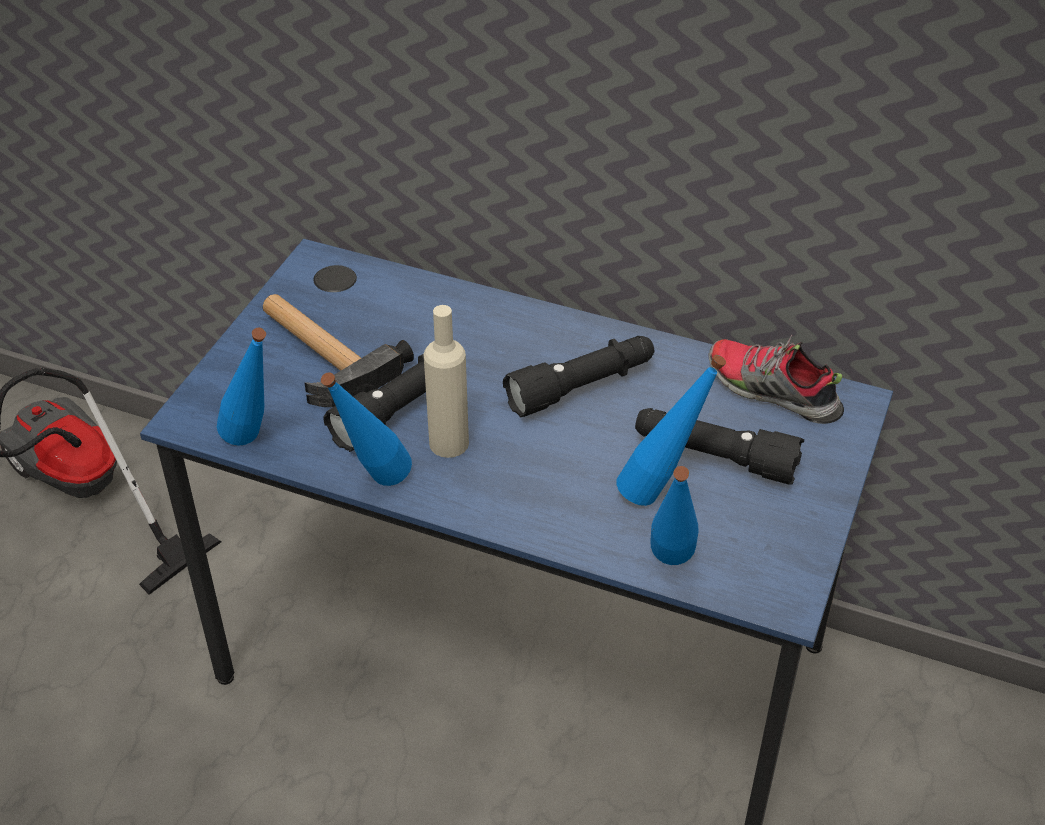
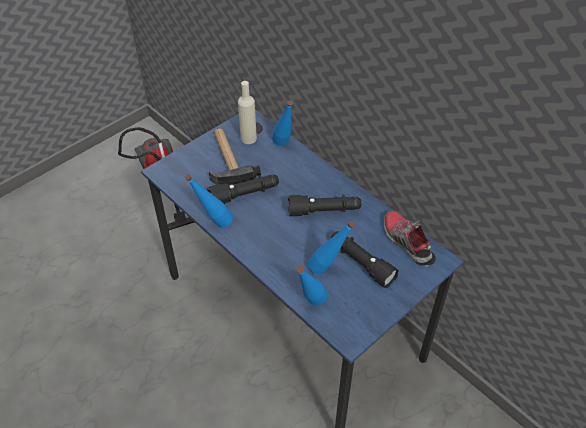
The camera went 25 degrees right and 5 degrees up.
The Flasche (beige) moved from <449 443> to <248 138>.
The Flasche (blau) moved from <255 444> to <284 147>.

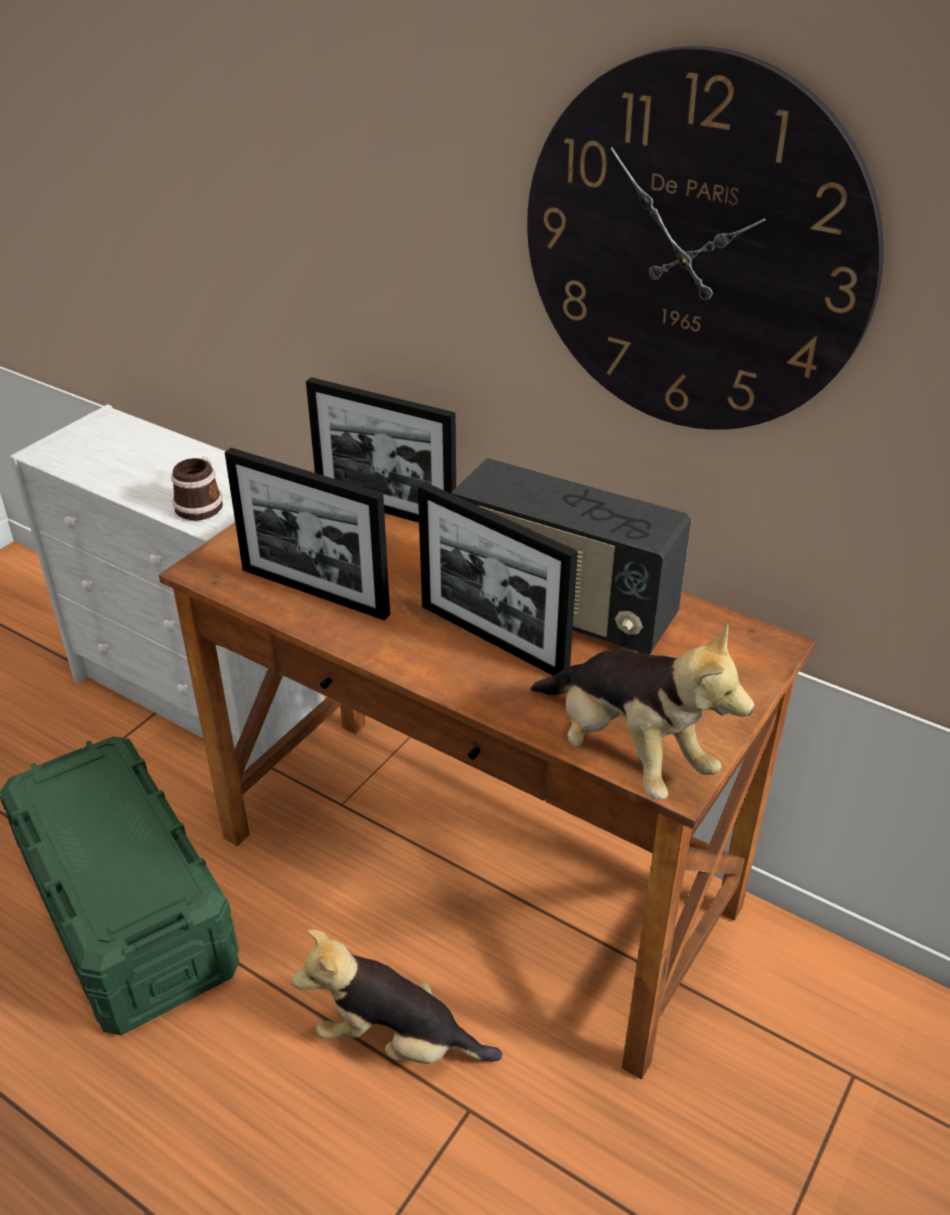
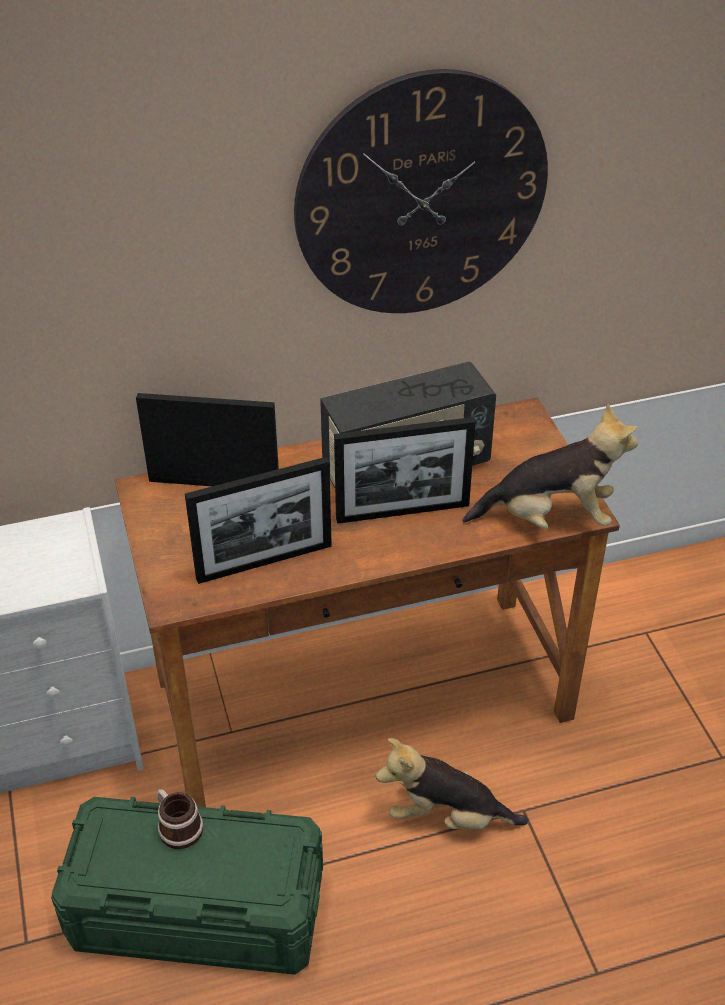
The camera went 50 degrees left and 5 degrees up.
The Bilderrahmen at <385 510> turned 150 degrees counterclockwise.
The Henkelbecher moved from <201 504> to <177 826>.
The Plüschtier at <396 1041> turned 45 degrees clockwise.

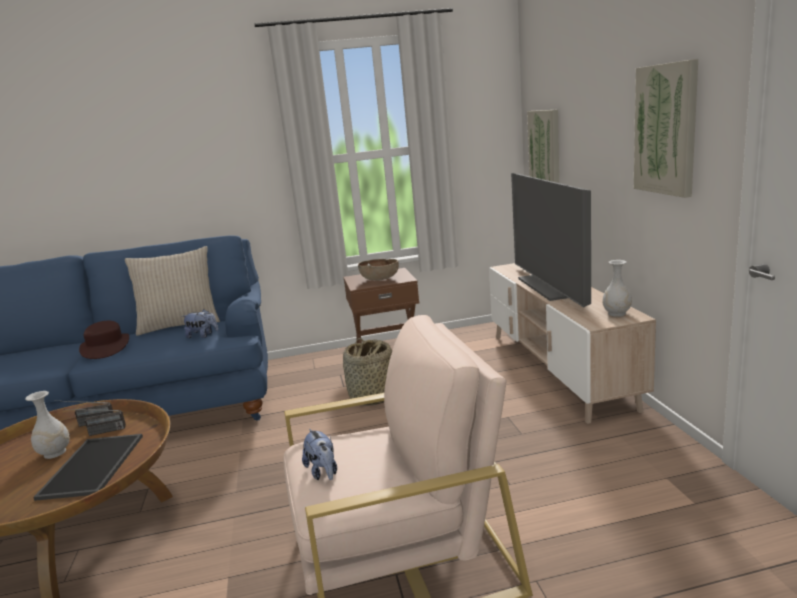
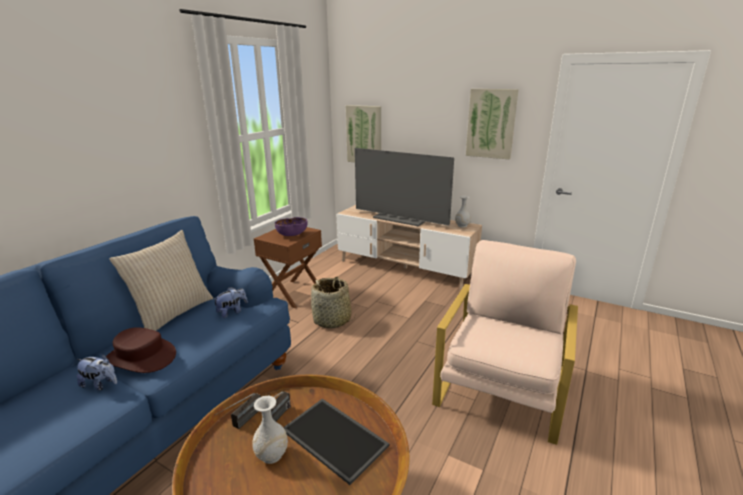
The camera went 50 degrees left and 5 degrees up.
The Plüschtier moved from <323 472> to <101 384>.
The Schüssel (braun) at <379 280> became the Schüssel (lila) at <292 235>.

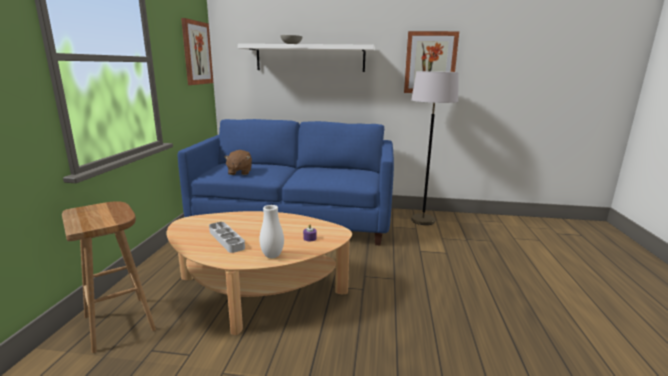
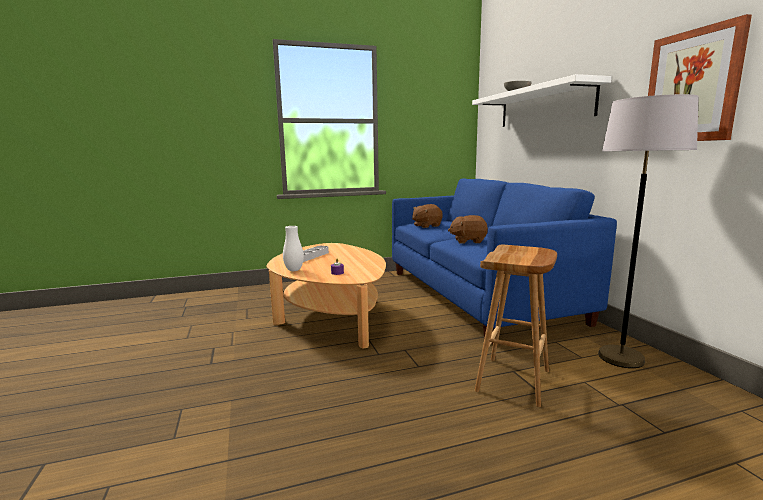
The camera went 65 degrees right and 5 degrees down.
The Plüschtier (braun) at <468 241> appeared.
The Hocker (braun) moved from <120 323> to <514 381>.
The Bild at <197 53> disappeared.

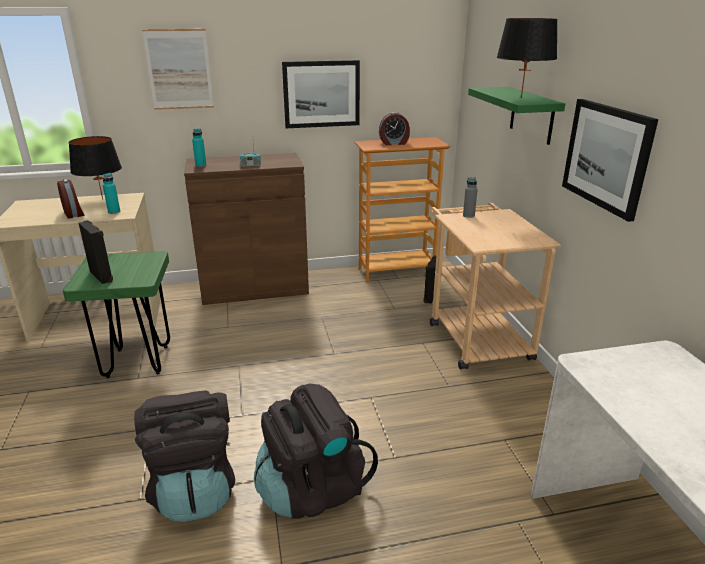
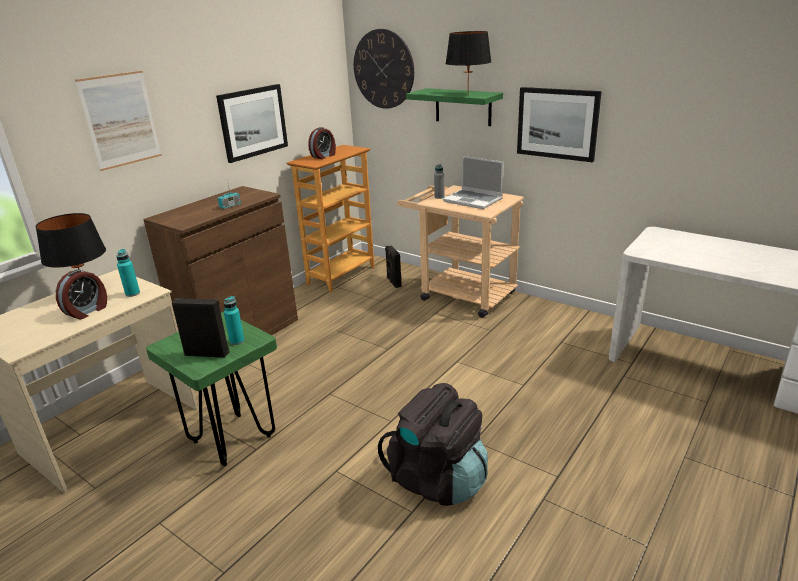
The camera went 40 degrees left and 0 degrees up.
The Wecker at <74 213> turned 105 degrees clockwise.
The Flasche (türkis) moved from <200 165> to <237 341>.
The Wanduhr at <383 69> appeared.
The Laptop at <473 200> appeared.
The Rucksack (schwarz) at <312 489> disappeared.

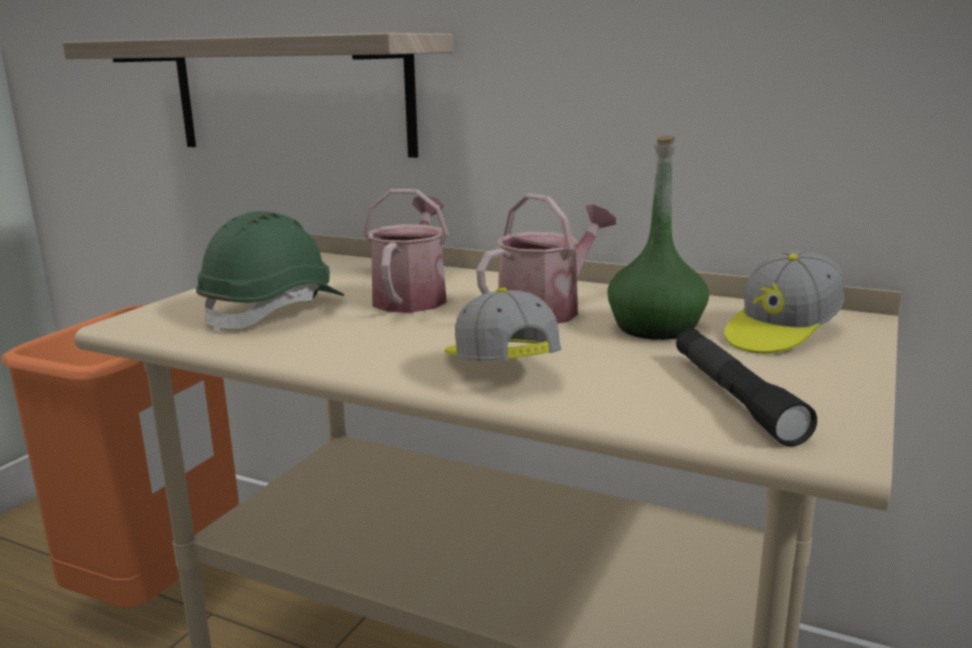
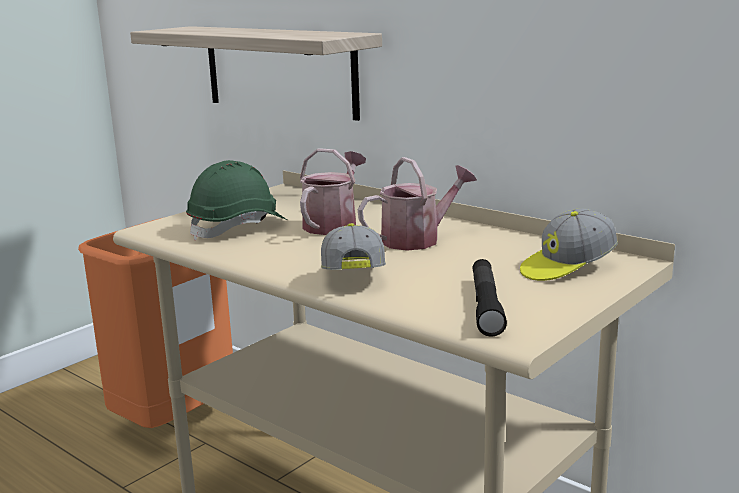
The camera went 15 degrees right and 0 degrees up.
The Flasche (grün) at <655 328> disappeared.

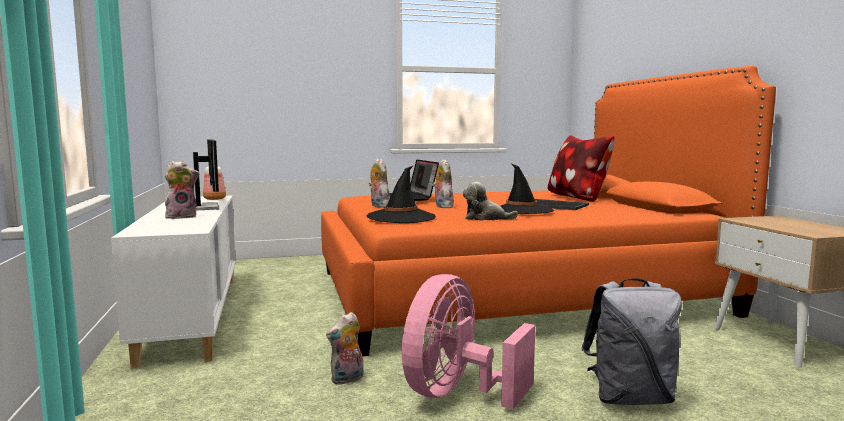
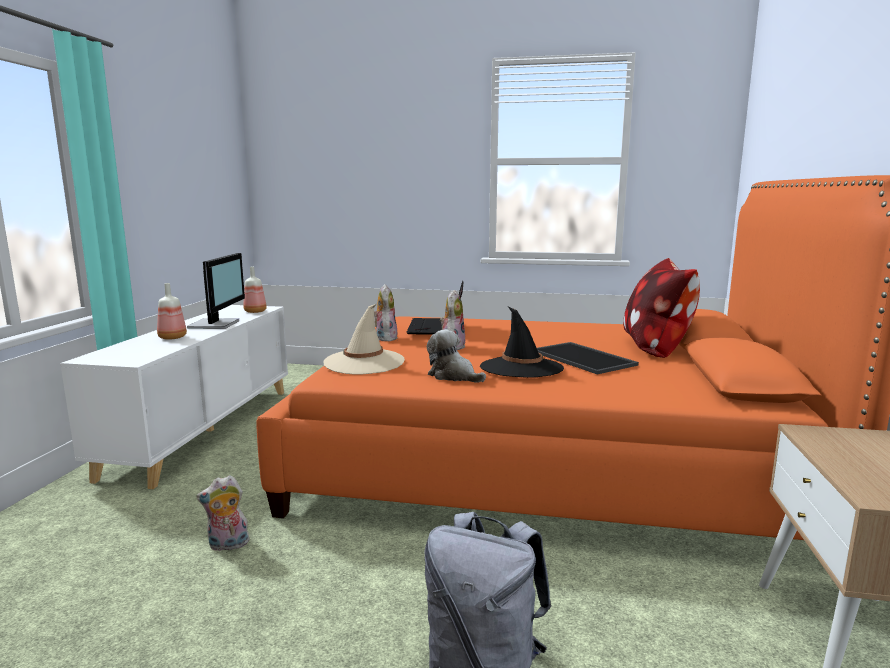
The camera went 25 degrees right and 5 degrees up.
The Plüschtier at <182 216> was replaced by the Flasche at <171 338>.
The Hut (schwarz) at <401 217> became the Hut (beige) at <364 362>.
The Ventilator (rosa) at <457 394> disappeared.

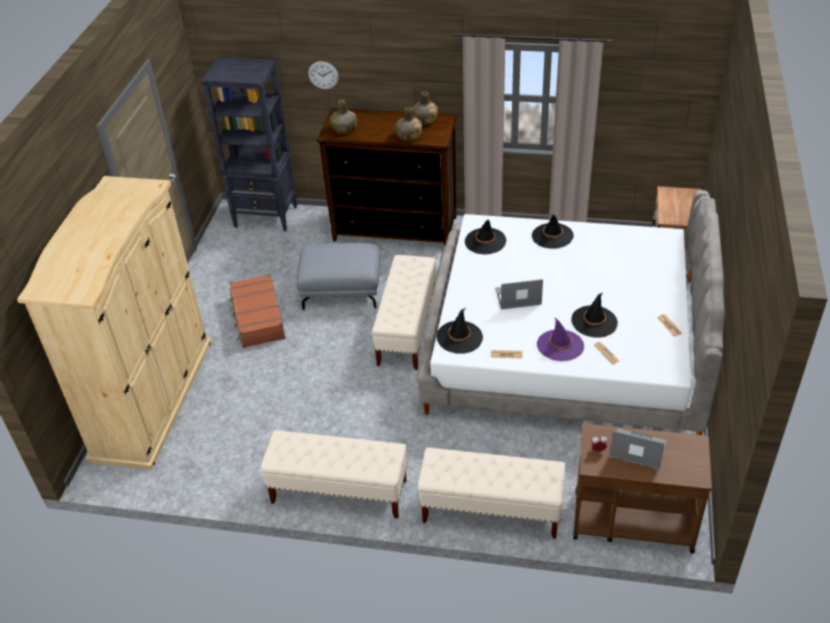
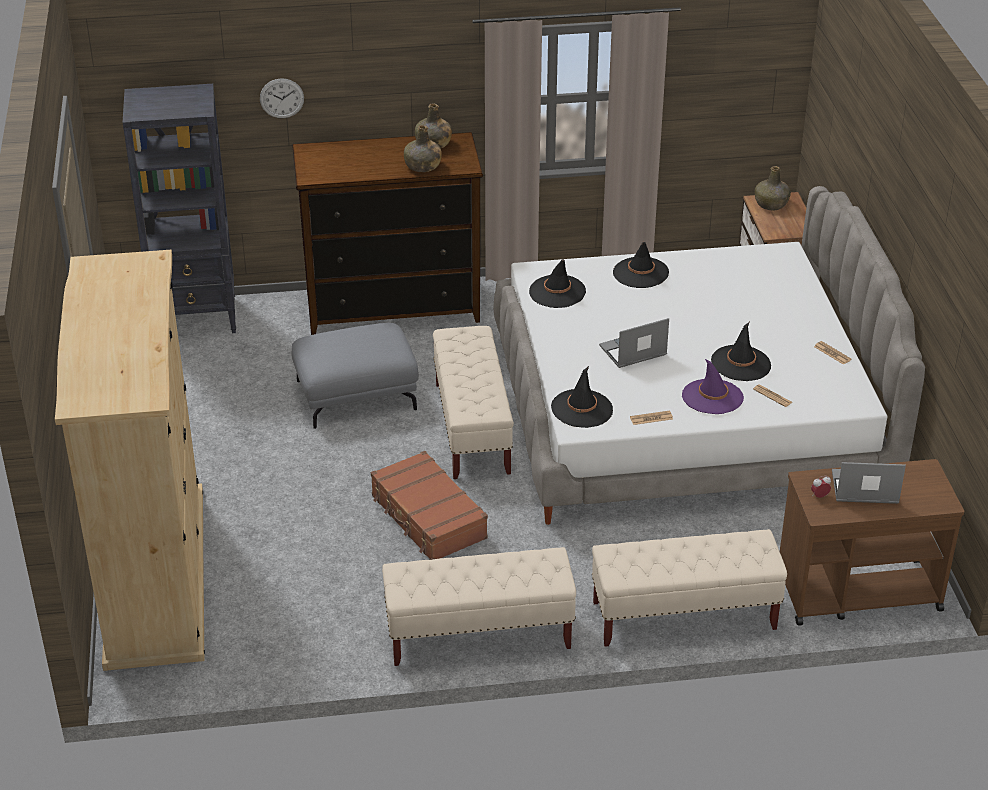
The camera went 20 degrees left and 5 degrees down.
The Koffer (braun) moved from <257 318> to <428 518>.
The Flasche (grün) moved from <344 129> to <771 204>.

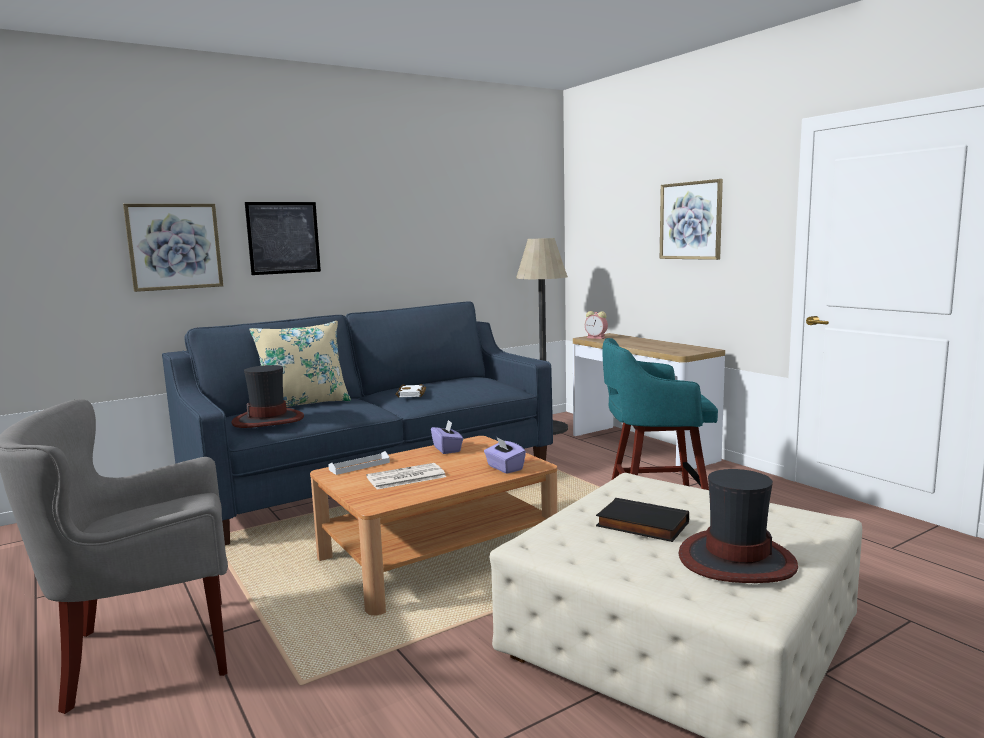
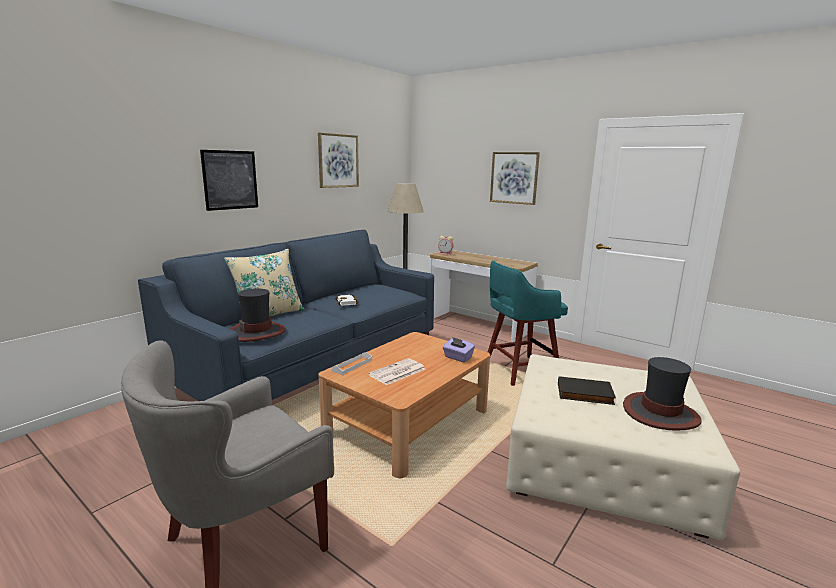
The camera went 20 degrees left and 5 degrees up.
The Bild moved from <174 246> to <338 161>.
The Taschentuchbox (lila) at <447 449> disappeared.

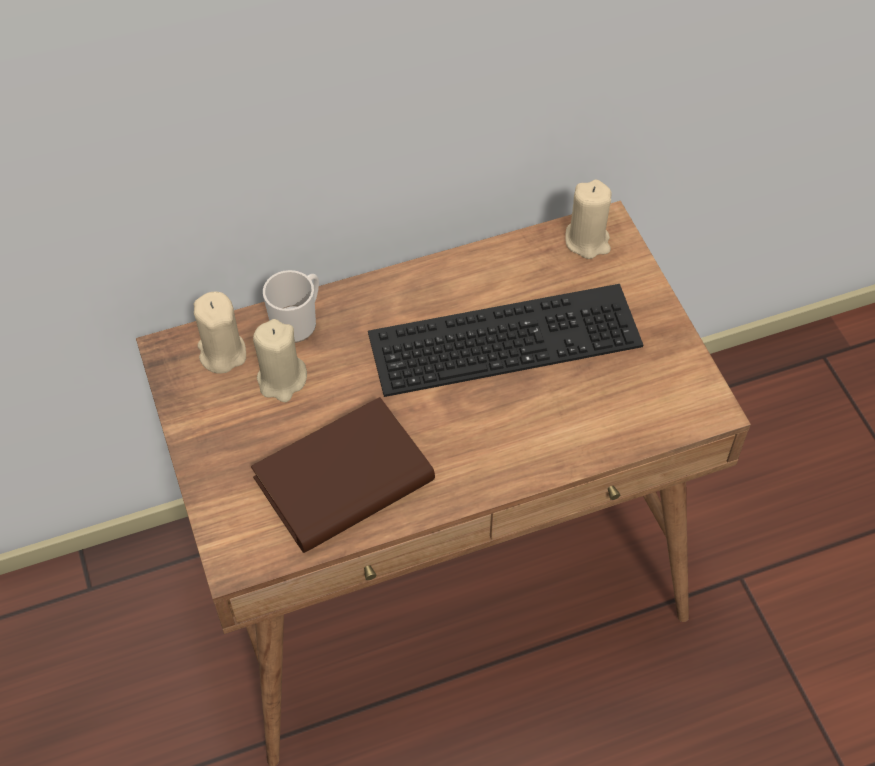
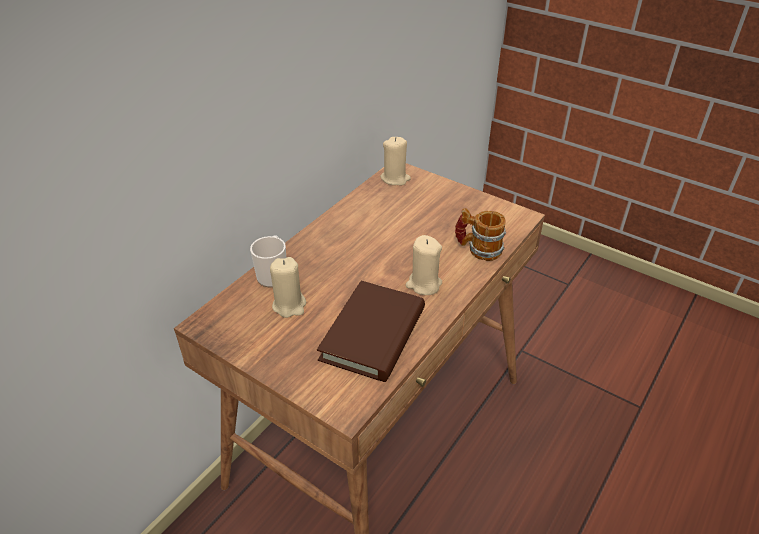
The camera went 35 degrees left and 15 degrees down.
The Kerze (beige) moved from <222 353> to <423 284>.
The Henkelbecher at <478 249> appeared.
The Tastatur at <506 335> disappeared.

